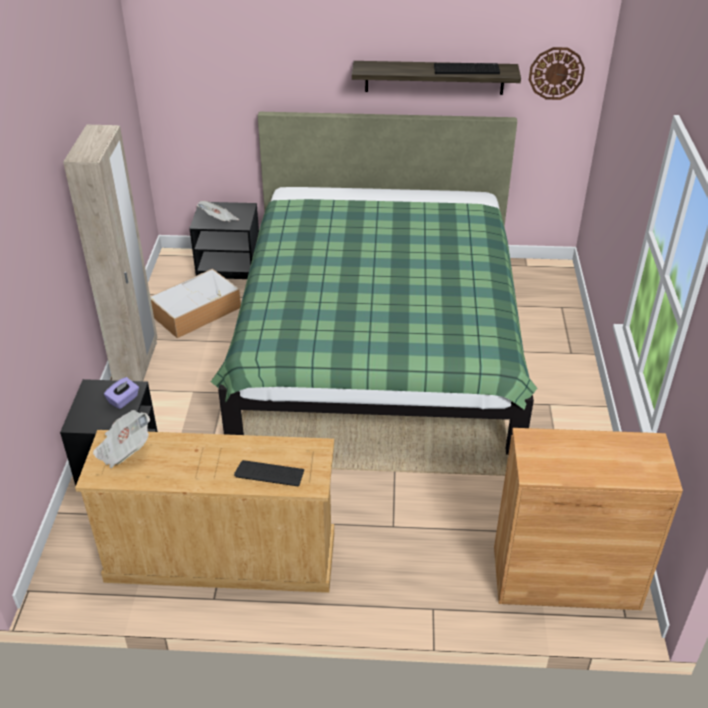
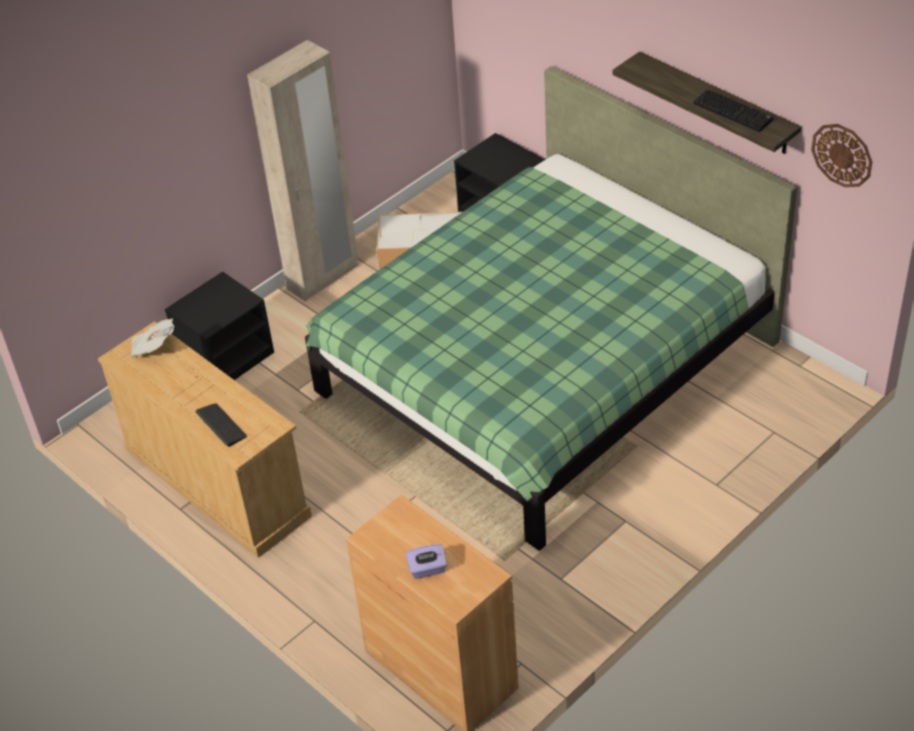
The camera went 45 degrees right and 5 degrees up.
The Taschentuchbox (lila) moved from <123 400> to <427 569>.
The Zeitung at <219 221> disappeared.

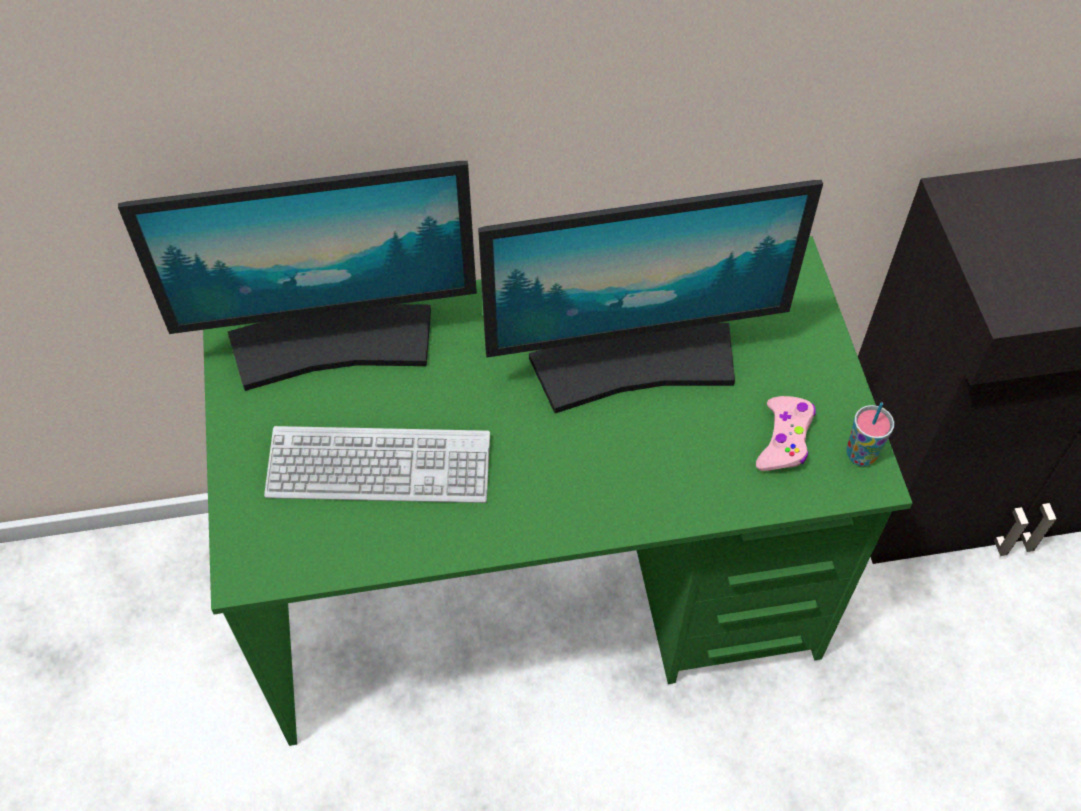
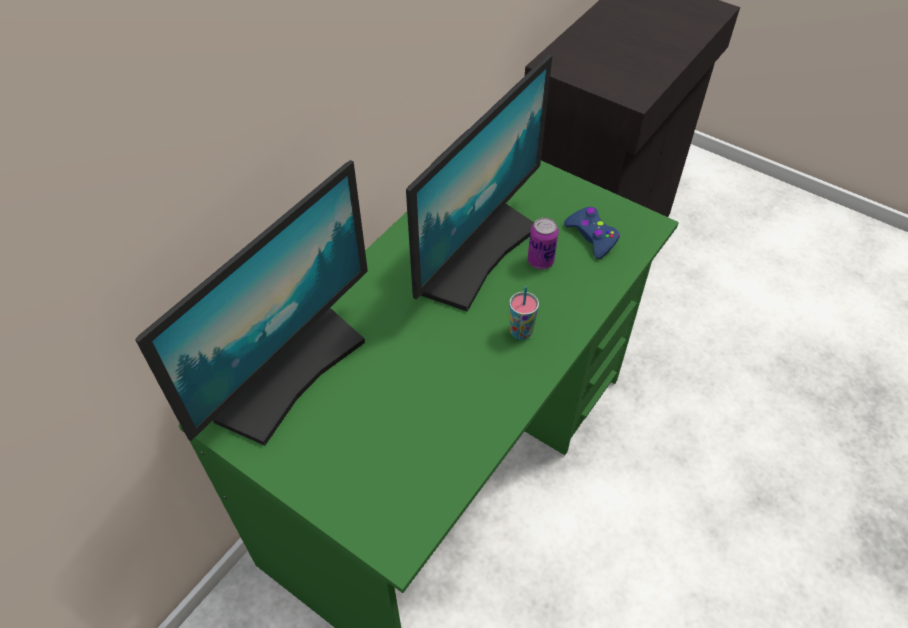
The camera went 45 degrees left and 5 degrees down.
The Tasse moved from <860 455> to <520 332>.
The Dose at <540 261> appeared.
The Gamepad (rosa) at <784 439> became the Gamepad (blau) at <592 236>.
The Tastatur at <379 467> disappeared.

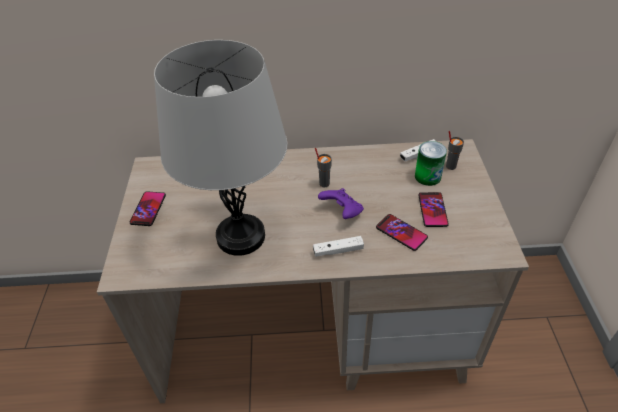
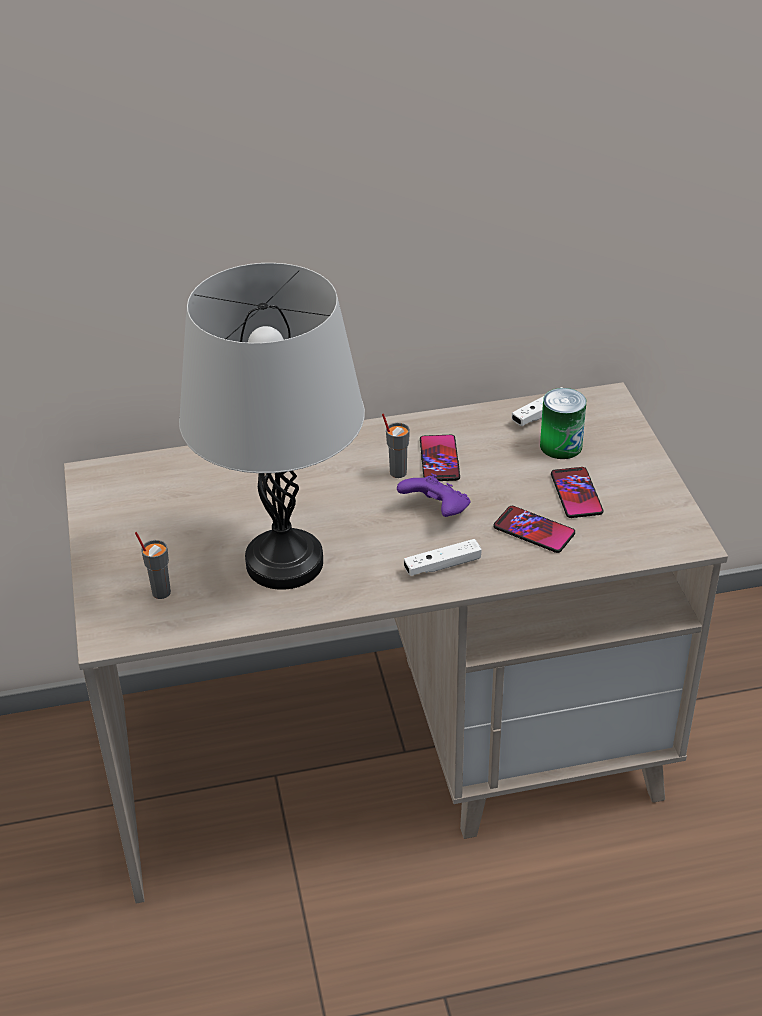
The camera went 10 degrees left and 5 degrees down.
The Tasse (grau) moved from <450 166> to <160 592>.
The Handy moved from <148 209> to <439 459>.

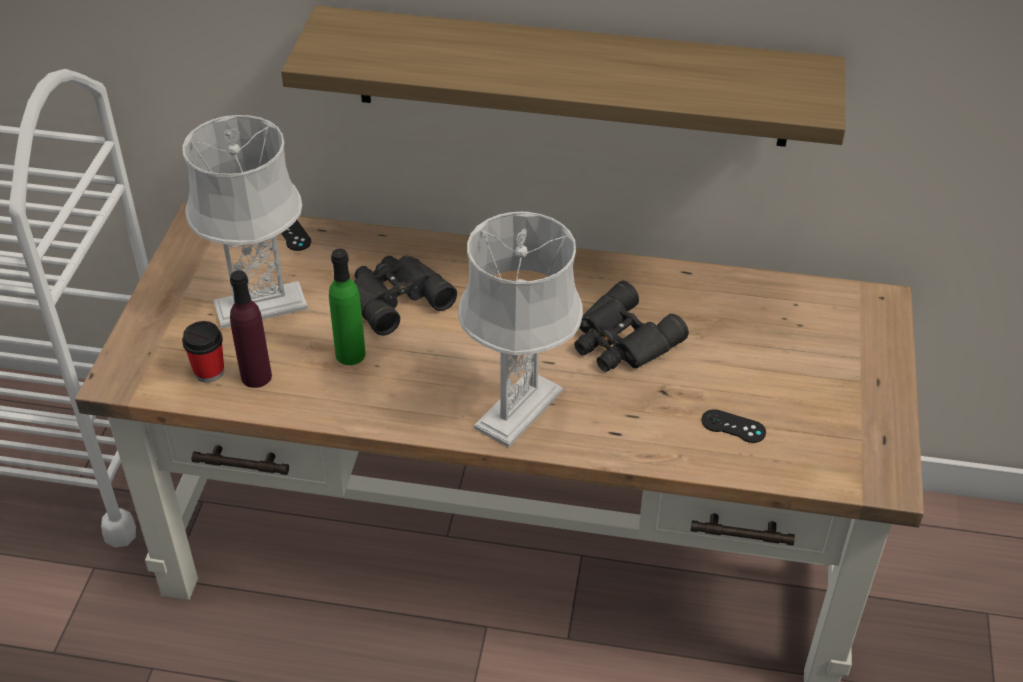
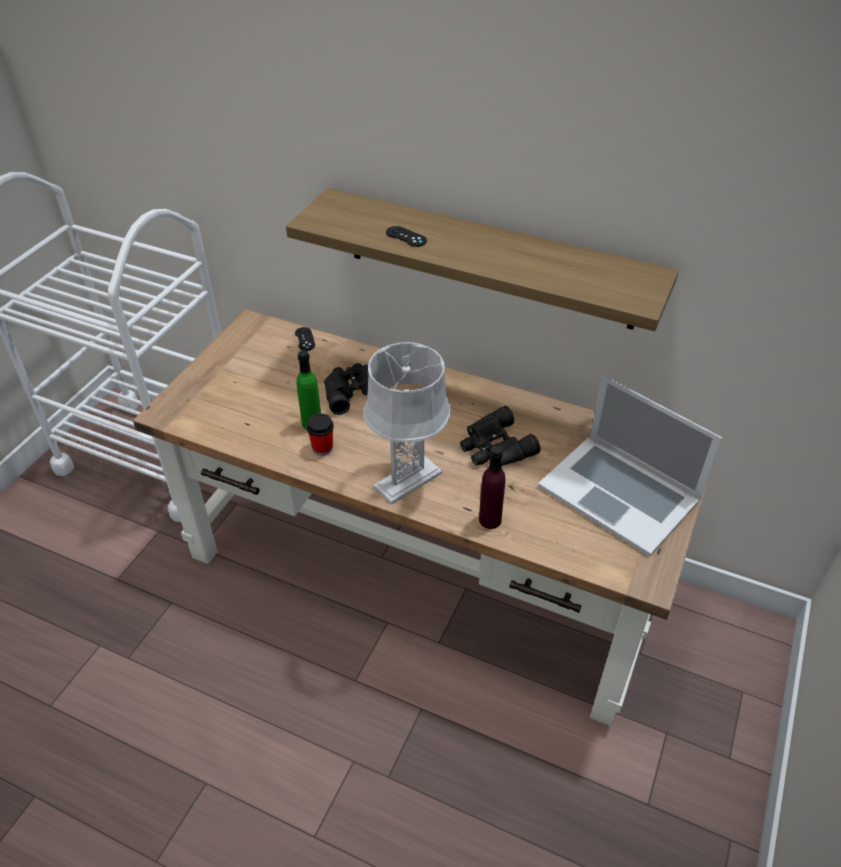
The camera went 15 degrees right and 0 degrees up.
The Tasse moved from <209 371> to <322 448>.
The Gamepad (schwarz) moved from <733 426> to <406 237>.
The Flasche (lila) moved from <256 376> to <490 520>.
The Laptop at <619 492> appeared.
The Tischlampe (grau) at <260 306> disappeared.

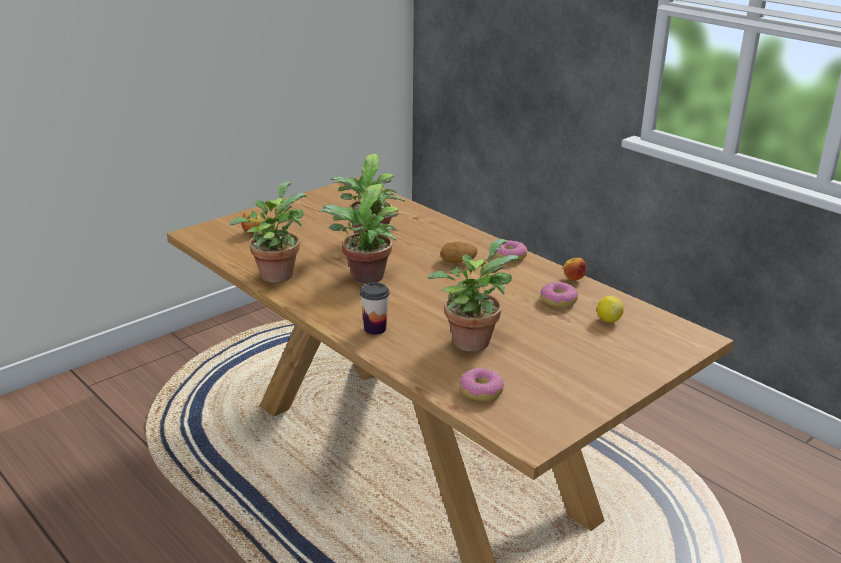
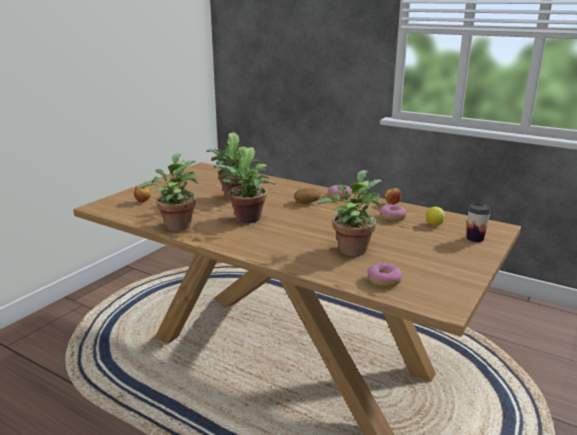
The camera went 15 degrees left and 5 degrees down.
The Tasse moved from <375 329> to <475 238>.

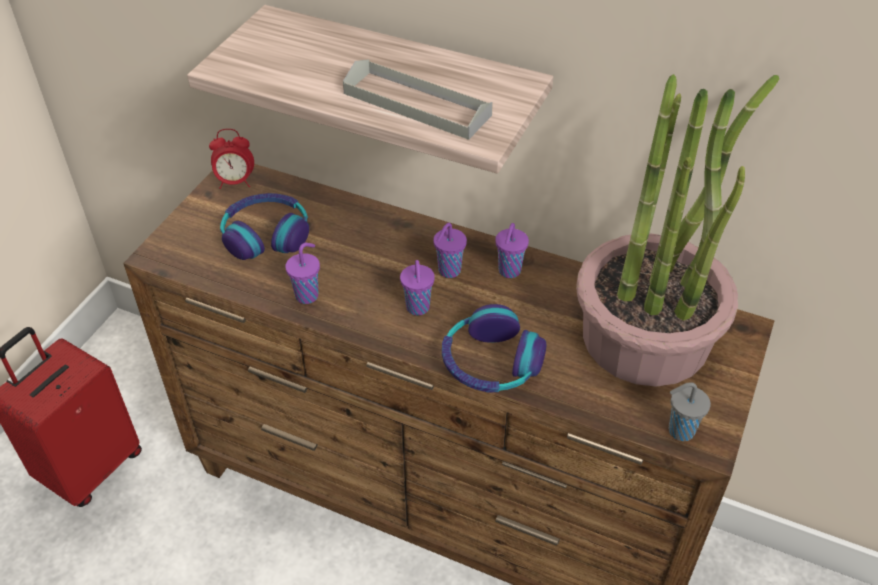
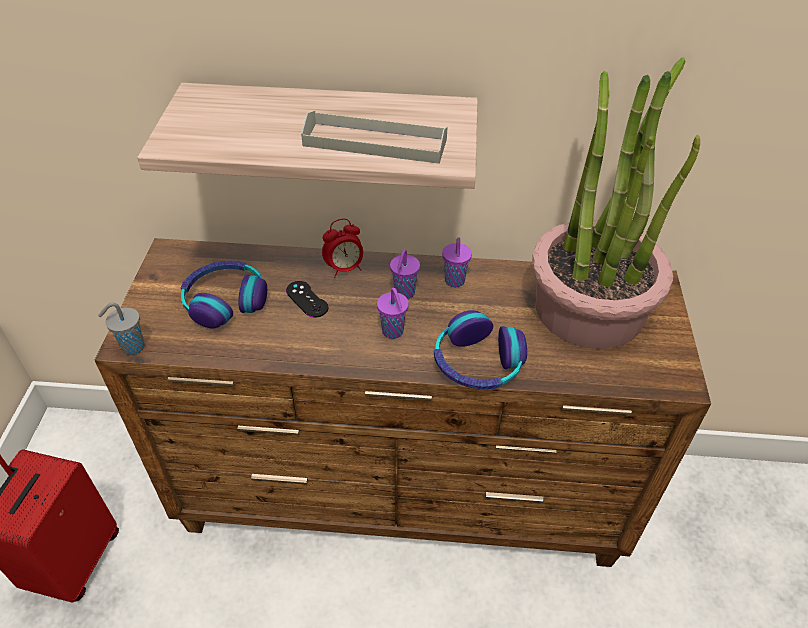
The camera went 20 degrees left and 0 degrees up.
The Tasse (grau) moved from <679 431> to <132 347>.
The Gamepad (schwarz) at <307 299> appeared.
The Wecker moved from <235 182> to <344 269>.
The Tasse (lila) at <308 295> disappeared.

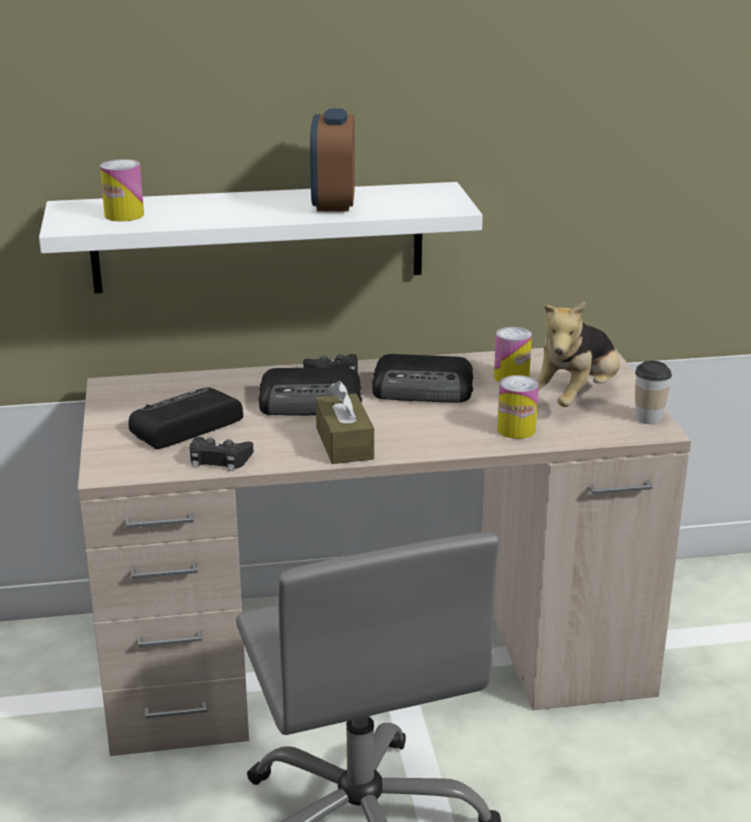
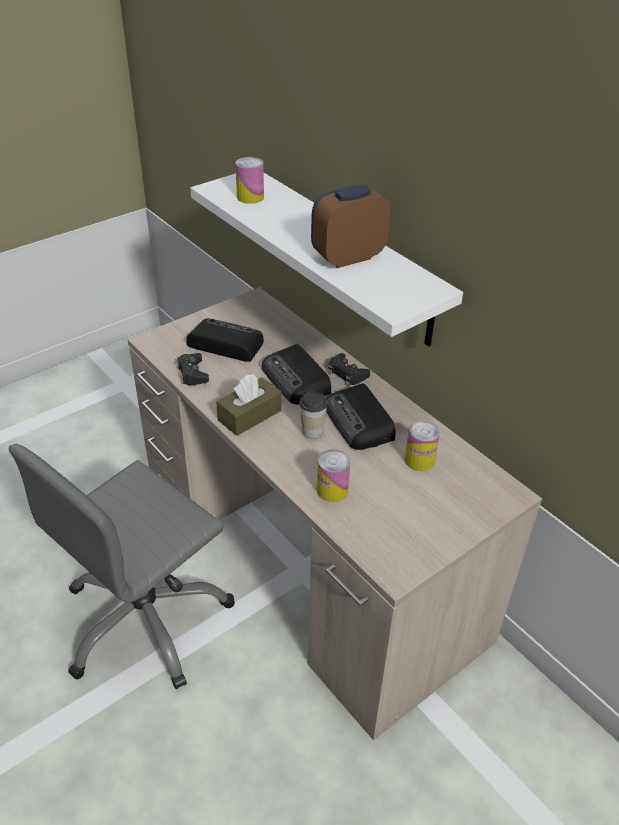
The camera went 60 degrees right and 15 degrees up.
The Tasse moved from <648 418> to <312 431>.
The Plüschtier at <576 397> disappeared.

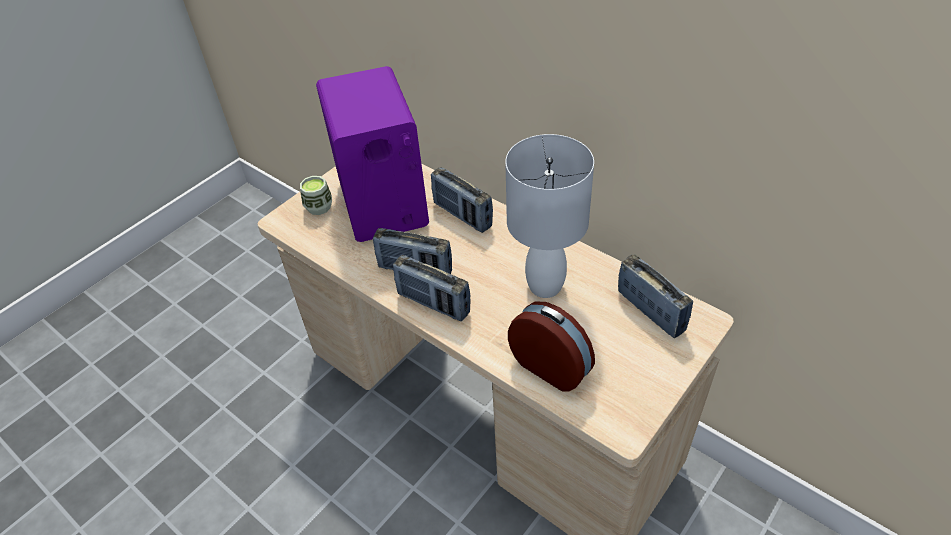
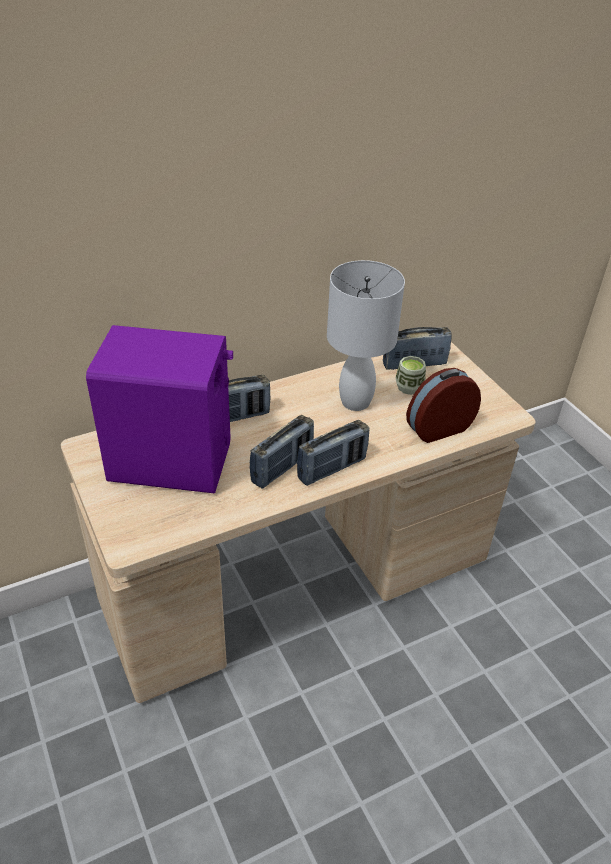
The camera went 70 degrees left and 5 degrees down.
The Tasse moved from <319 207> to <409 387>.

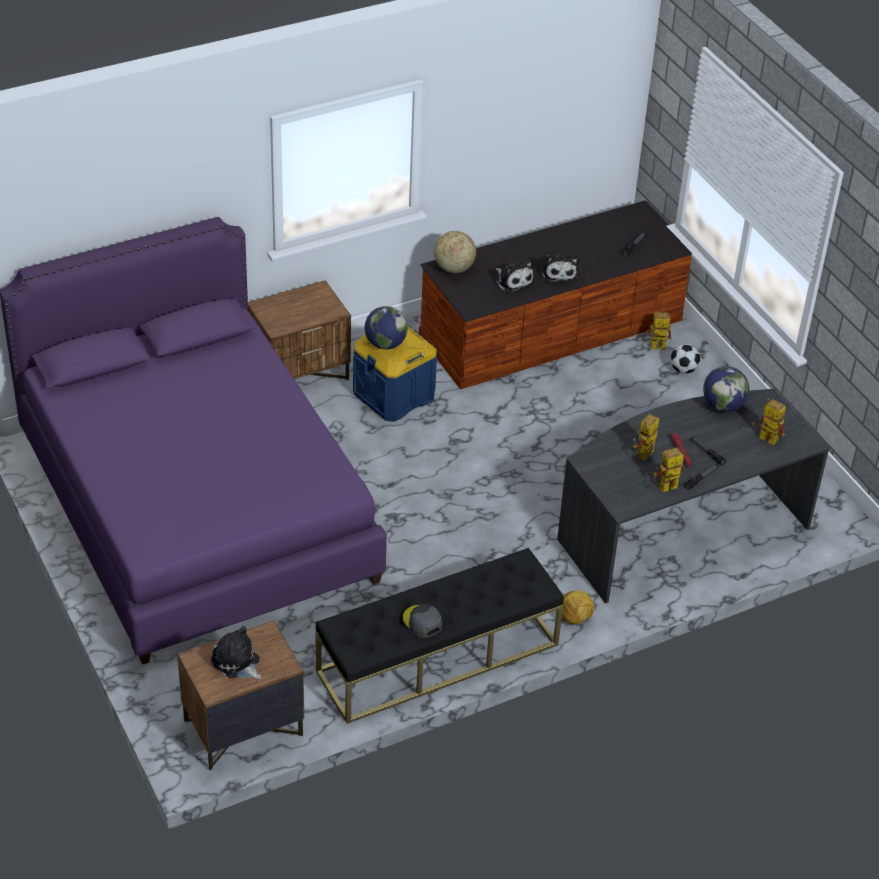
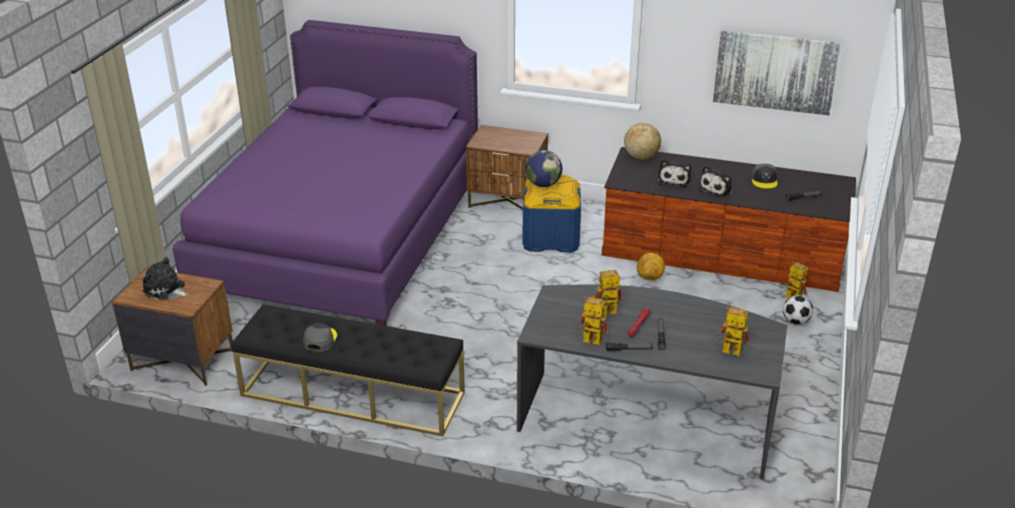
The camera went 45 degrees right and 10 degrees down.
The Plüschtier at <237 663> turned 60 degrees counterclockwise.
The Fußball moved from <575 618> to <650 278>.
The Bild at <775 72> appeared.
The Spielzeugroboter at <764 437> turned 60 degrees counterclockwise.
The Kappe (grau) at <764 180> appeared.
The Globus at <723 406> disappeared.

